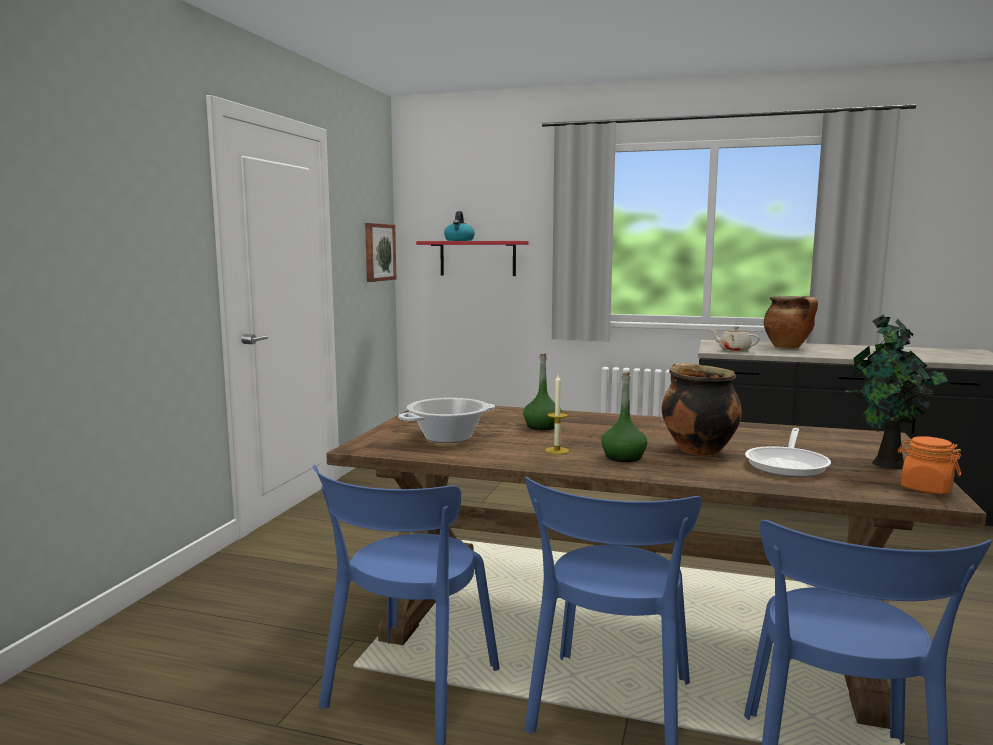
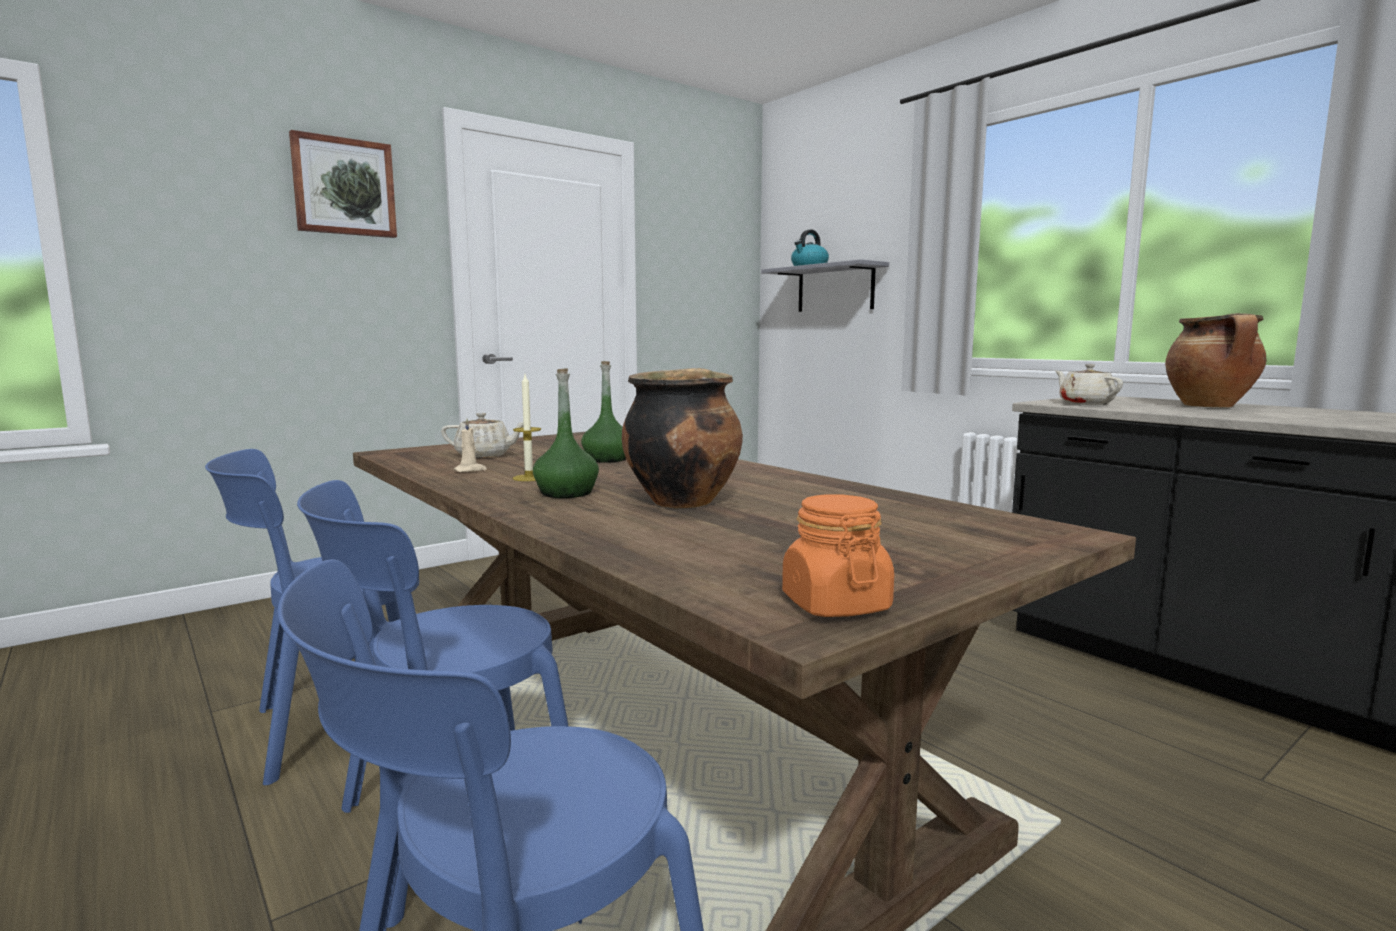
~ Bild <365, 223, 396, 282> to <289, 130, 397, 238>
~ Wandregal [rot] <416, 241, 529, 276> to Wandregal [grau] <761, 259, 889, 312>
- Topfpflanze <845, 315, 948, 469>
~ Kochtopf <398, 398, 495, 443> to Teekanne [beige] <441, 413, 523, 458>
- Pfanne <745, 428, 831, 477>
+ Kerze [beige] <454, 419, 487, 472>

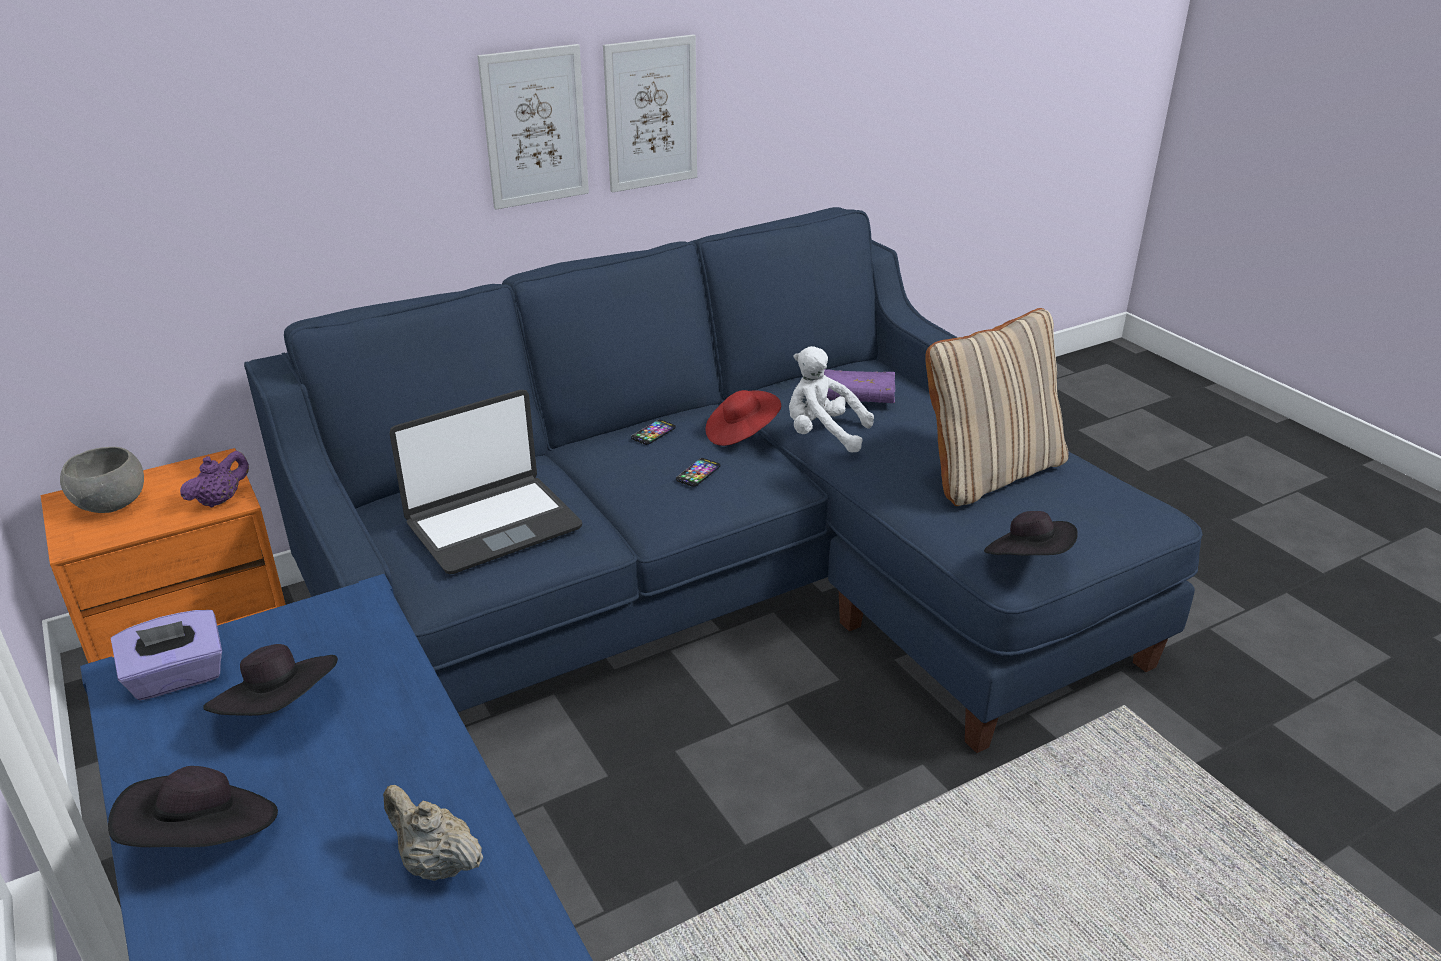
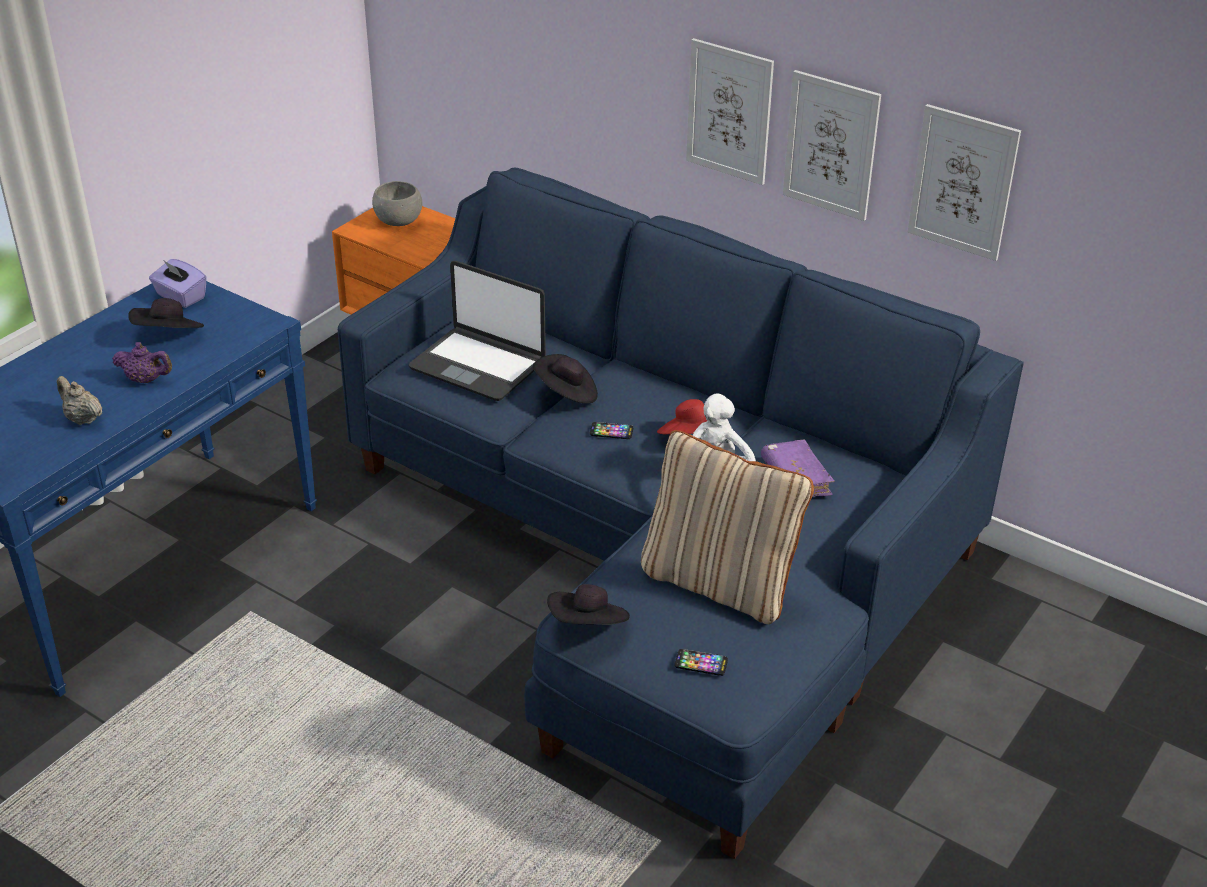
~ Handy <631, 420, 676, 445> to <675, 649, 728, 676>
~ Teekanne [lila] <180, 451, 249, 508> to <112, 342, 172, 383>
~ Hut [schwarz] <108, 766, 278, 847> to <533, 354, 598, 404>
~ Teekanne [beige] <383, 785, 483, 881> = <57, 376, 102, 425> 60 degrees counterclockwise
+ Bild <908, 104, 1021, 261>

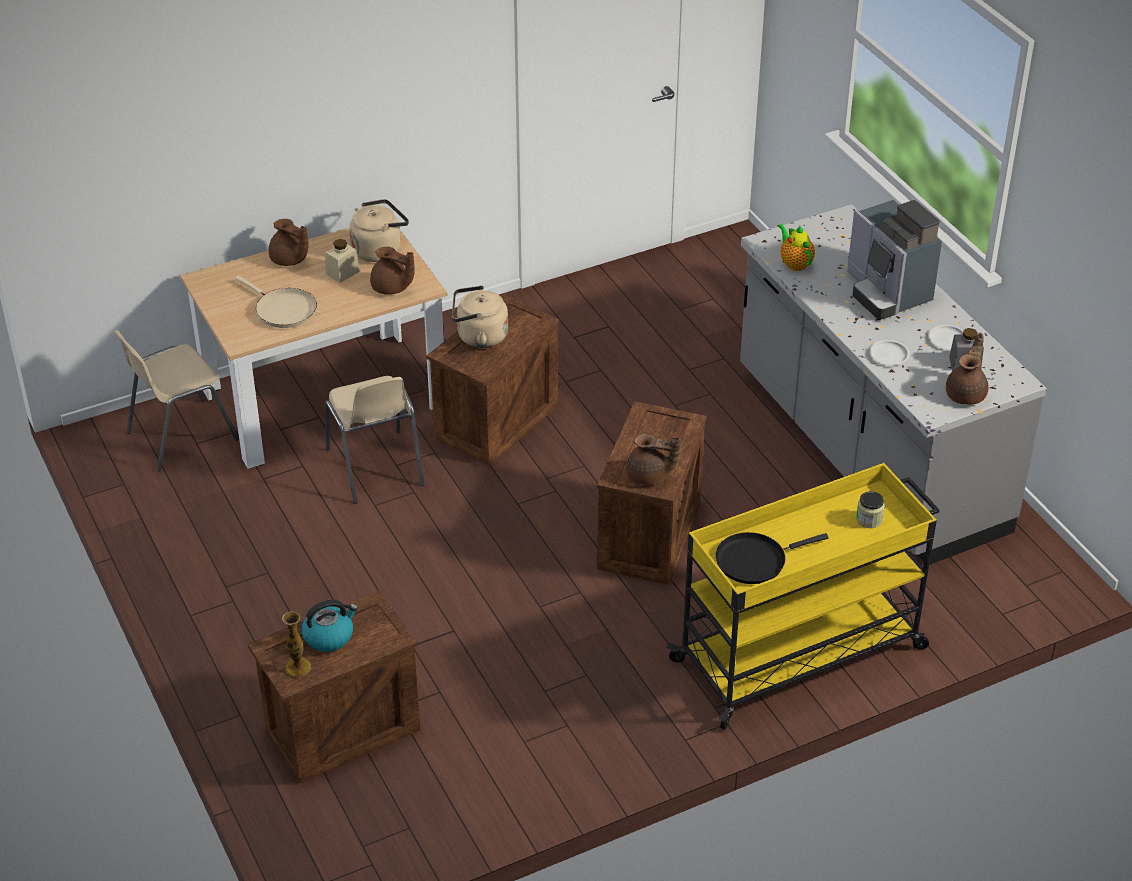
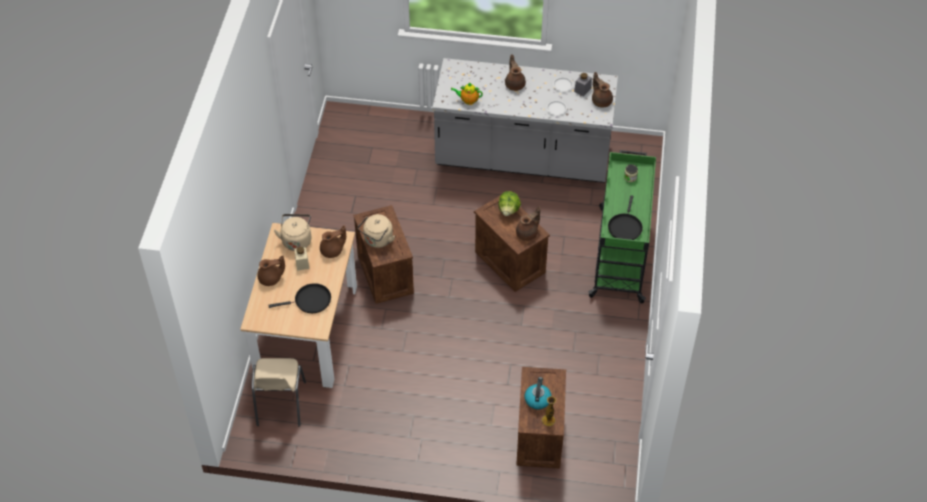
~ Kaffeemaschine <847, 200, 942, 319> to Teekanne [braun] <505, 54, 526, 91>
~ Pfanne [beige] <235, 275, 317, 328> to Pfanne [schwarz] <268, 283, 331, 313>
- Stuhl [beige] <325, 376, 424, 504>
~ Rollwagen [gelb] <667, 463, 940, 730> to Rollwagen [grün] <588, 150, 656, 304>
+ Salatkopf <498, 191, 521, 216>

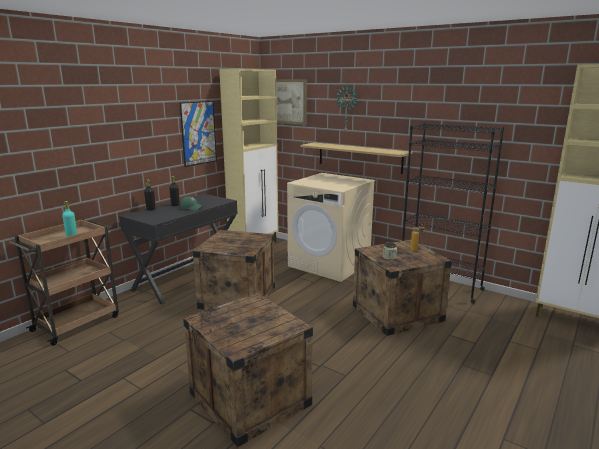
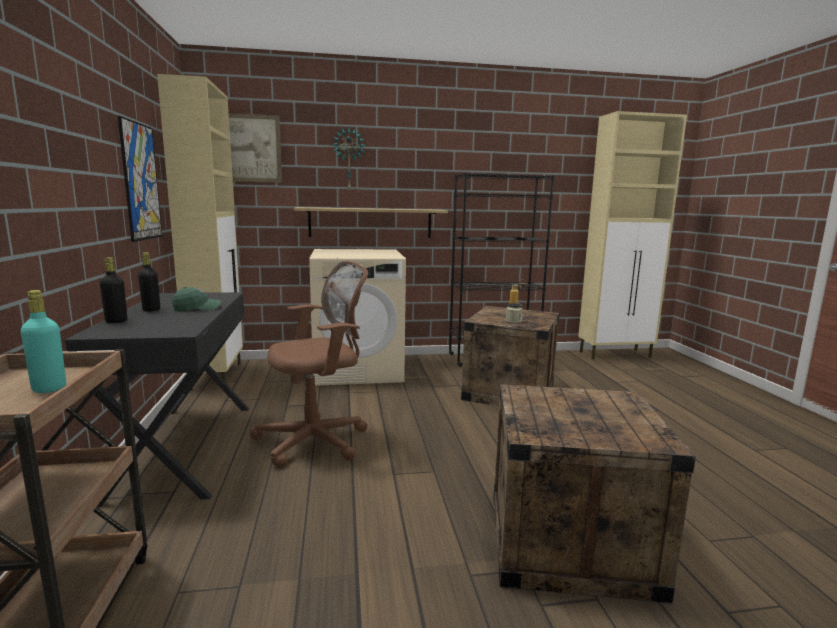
~ Kiste <193, 230, 275, 310> to Bürostuhl [braun] <250, 261, 368, 468>

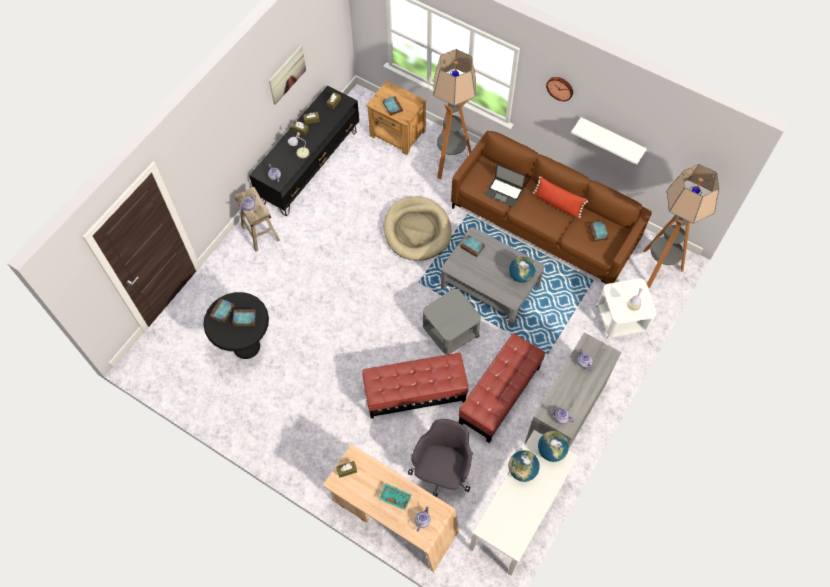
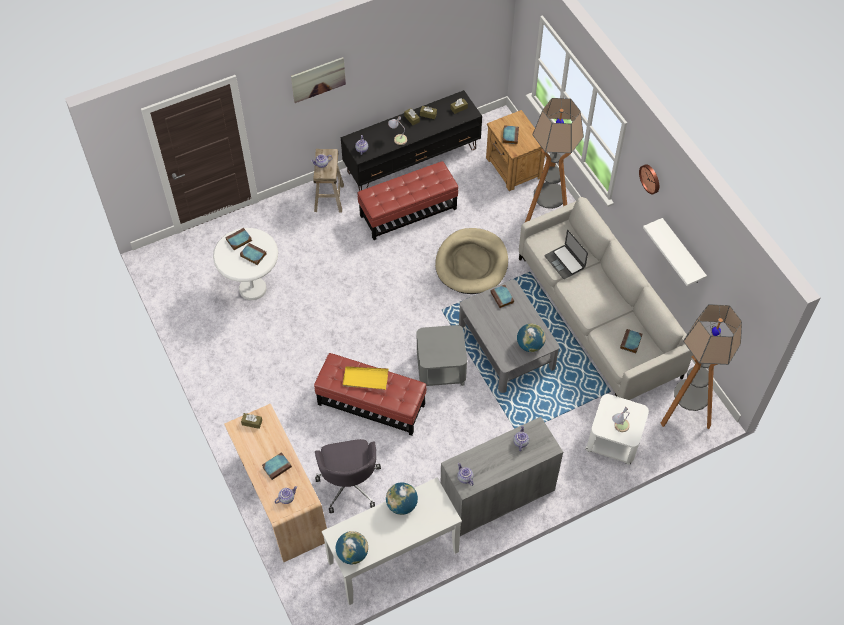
~ Bild <269, 46, 306, 105> to <291, 57, 346, 103>
~ Sofa [braun] <451, 131, 652, 284> to Sofa [grau] <519, 197, 693, 400>
- Kissen [rot] <533, 177, 588, 218>
~ Beistelltisch [schwarz] <203, 292, 269, 359> to Beistelltisch [weiß] <213, 228, 278, 300>
~ Polsterhocker [rot] <459, 333, 545, 443> to <357, 161, 458, 240>
~ Bürostuhl [grau] <408, 419, 473, 497> = <315, 439, 381, 513> 120 degrees clockwise
~ Globus <538, 431, 569, 462> to <336, 531, 368, 564>
~ Tablett [türkis] <379, 483, 411, 510> to Buch <262, 452, 292, 480>
+ Tablett [gelb] <343, 366, 389, 390>

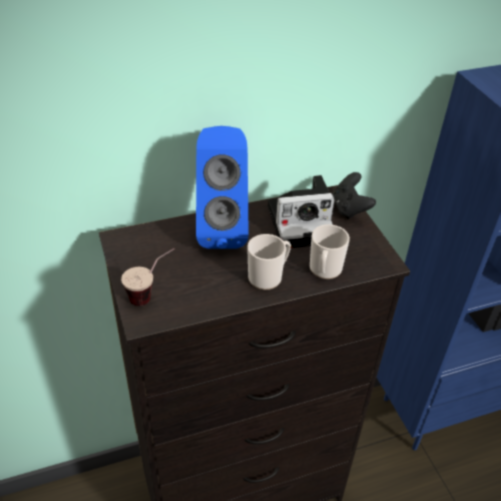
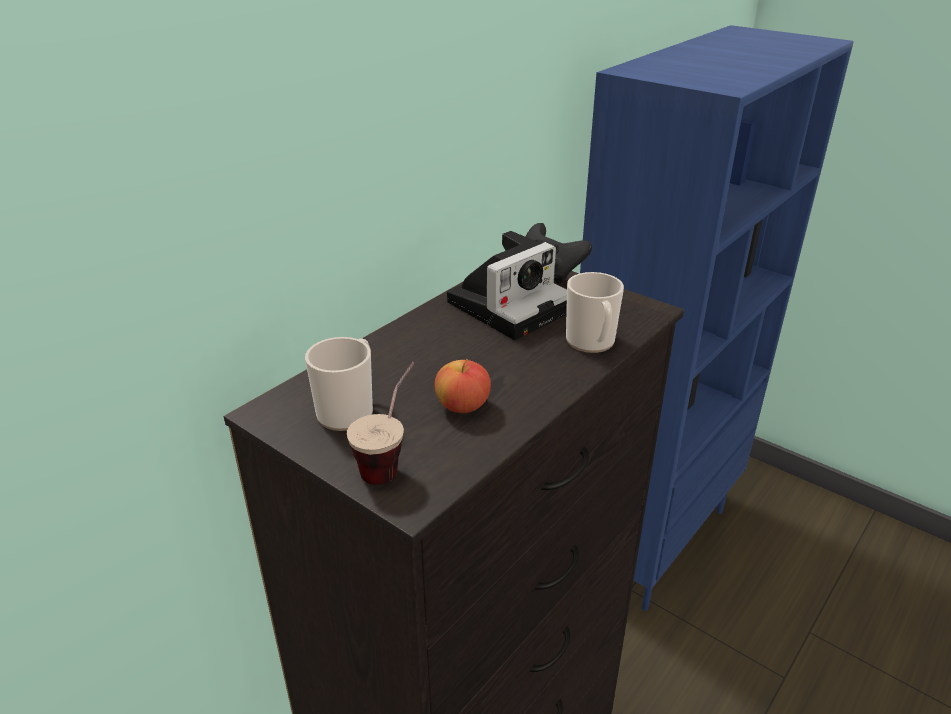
- Lautsprecher [blau] <196, 126, 249, 249>
~ Henkelbecher <247, 234, 291, 290> to <305, 337, 373, 431>
+ Apfel <434, 359, 491, 413>

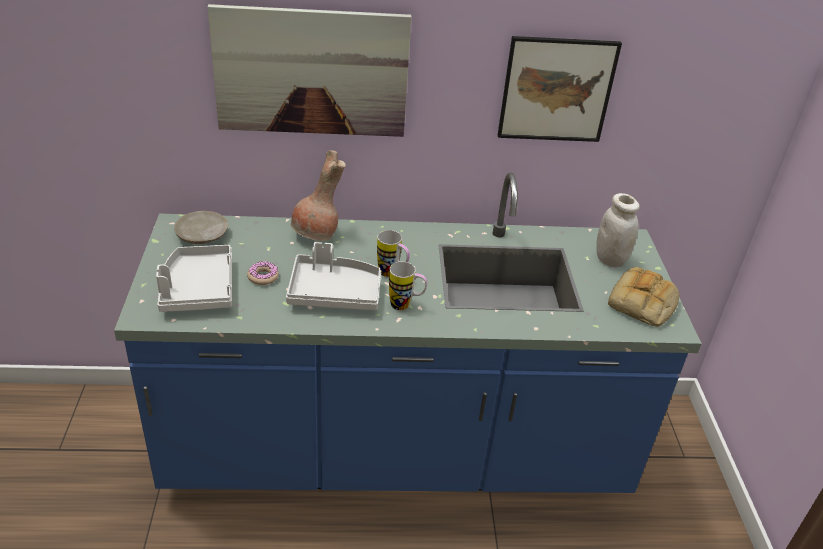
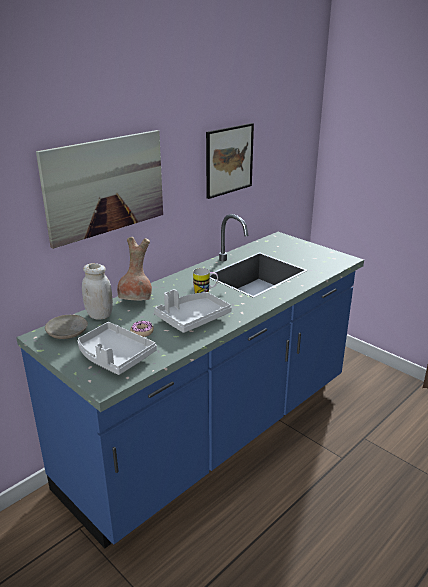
~ Vorratsglas [weiß] <596, 193, 640, 267> to <82, 263, 113, 320>
- Henkelbecher <389, 262, 427, 310>
- Brot <608, 267, 679, 327>

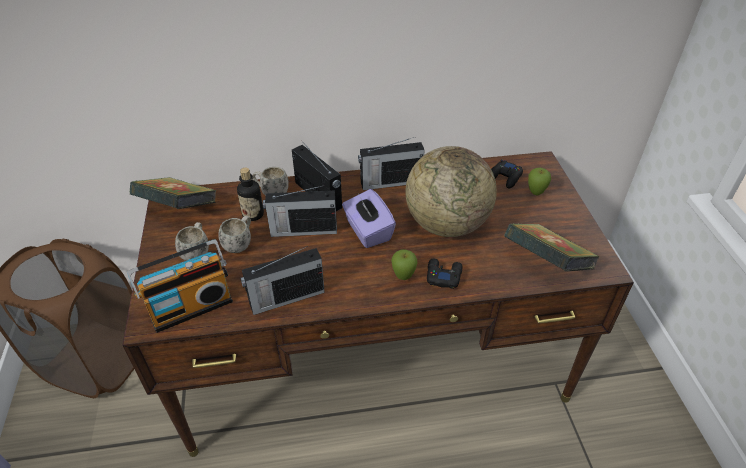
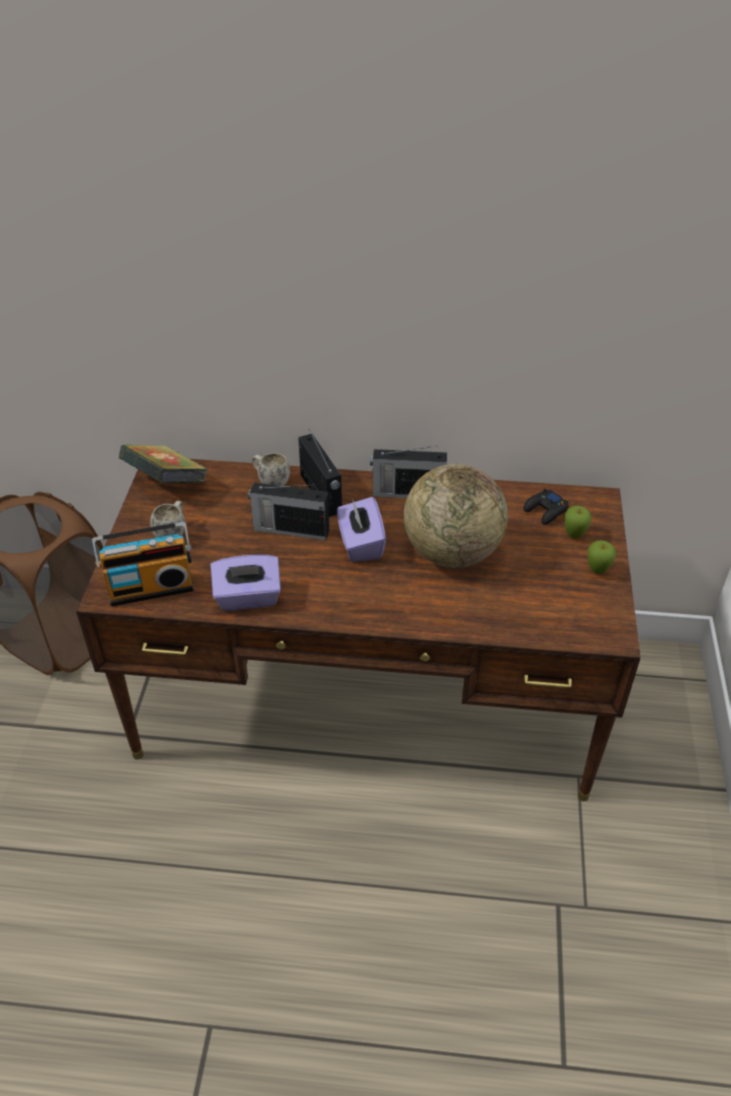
- Flasche <237, 168, 264, 221>
- Henkelbecher [weiß] <218, 216, 251, 253>
- Buch <504, 223, 600, 271>
~ Radio <240, 246, 325, 315> to Taschentuchbox [lila] <211, 555, 281, 611>
~ Apfel <391, 250, 418, 280> to <588, 540, 616, 574>
- Gamepad [schwarz] <427, 259, 462, 289>

